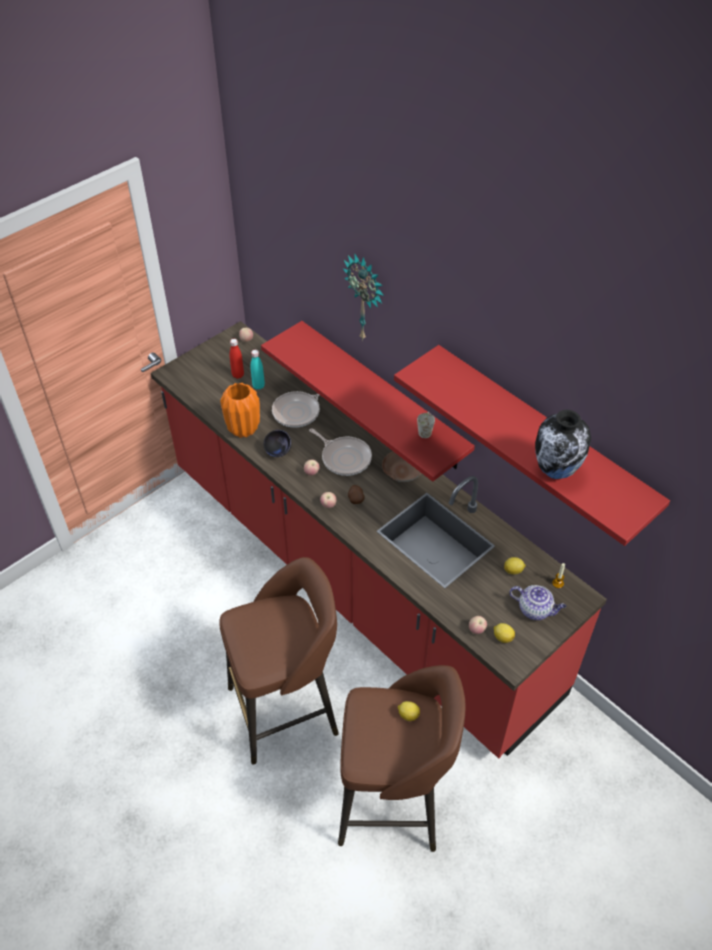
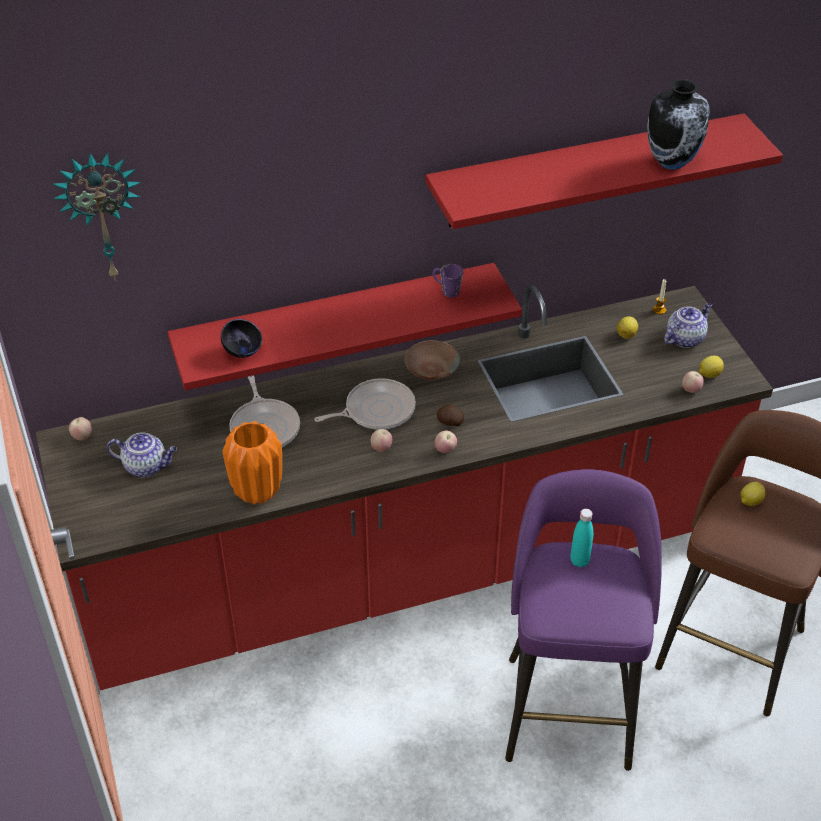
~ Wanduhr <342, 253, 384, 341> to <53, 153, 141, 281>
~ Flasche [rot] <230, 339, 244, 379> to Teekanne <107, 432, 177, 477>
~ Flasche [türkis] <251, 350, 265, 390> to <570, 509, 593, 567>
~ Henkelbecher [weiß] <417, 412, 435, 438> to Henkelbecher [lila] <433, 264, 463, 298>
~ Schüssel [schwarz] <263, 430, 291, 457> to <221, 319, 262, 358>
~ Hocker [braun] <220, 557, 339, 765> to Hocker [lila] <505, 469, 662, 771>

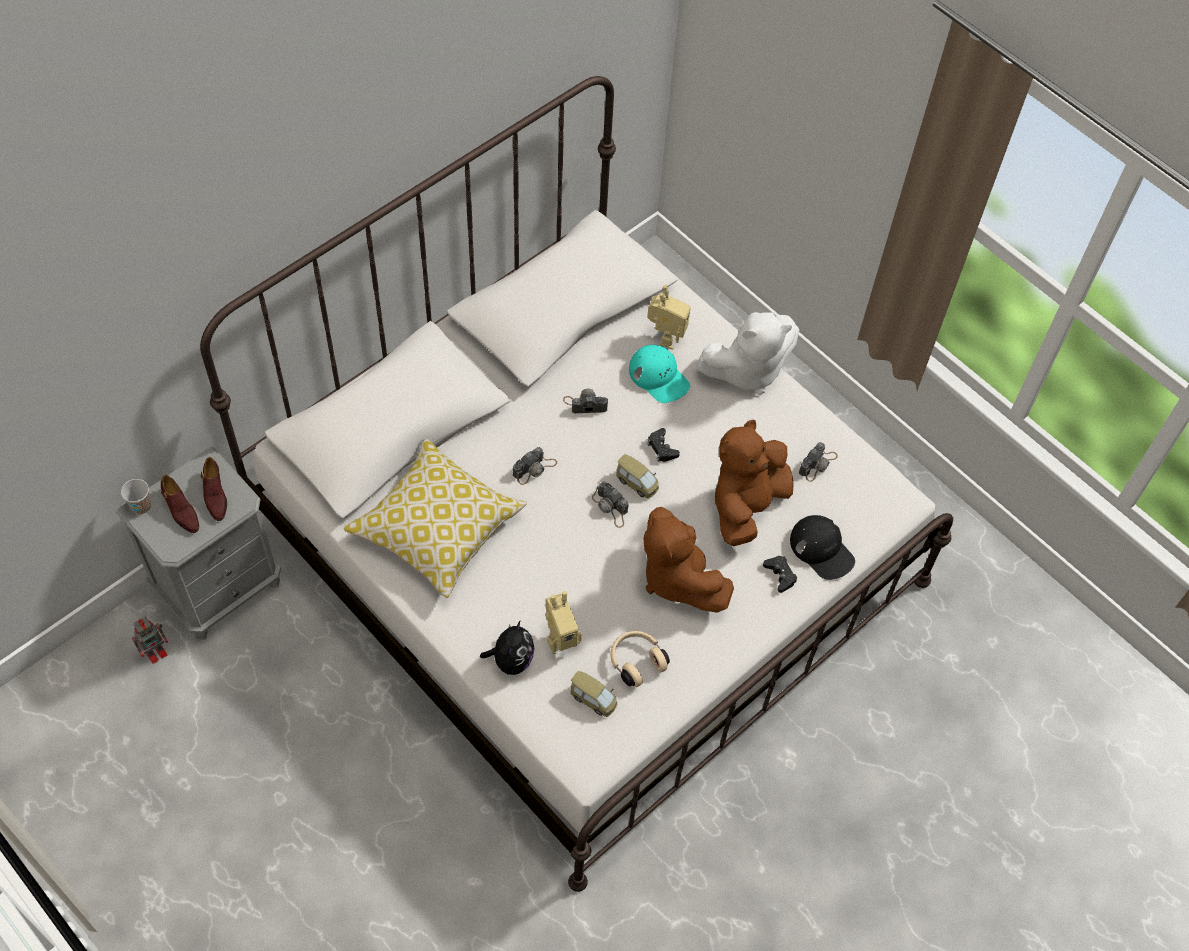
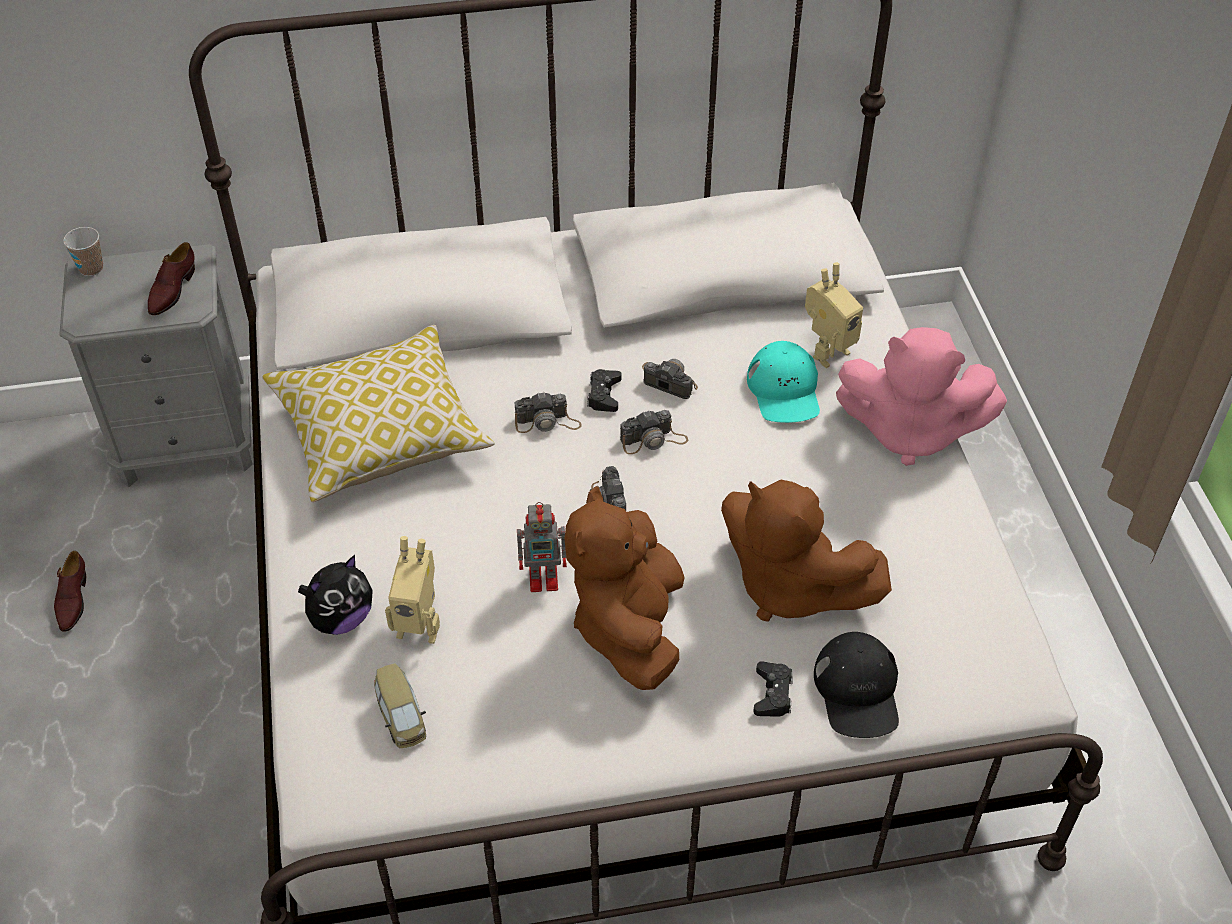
~ Plüschtier [weiß] <696, 312, 799, 395> to Plüschtier [rosa] <836, 327, 1007, 466>
~ Plüschtier [braun] <715, 419, 794, 547> = <721, 479, 892, 622> 120 degrees counterclockwise
~ Gamepad [schwarz] <647, 428, 680, 462> to <587, 369, 622, 412>
~ Kamera <799, 442, 838, 482> to <620, 410, 688, 454>
- Spielzeugauto <616, 454, 659, 498>
~ Schuh [braun] <161, 475, 199, 533> to <54, 551, 86, 632>
~ Spielzeugroboter <132, 616, 168, 664> to <517, 502, 567, 592>
- Kopfhörer [beige] <611, 631, 670, 687>

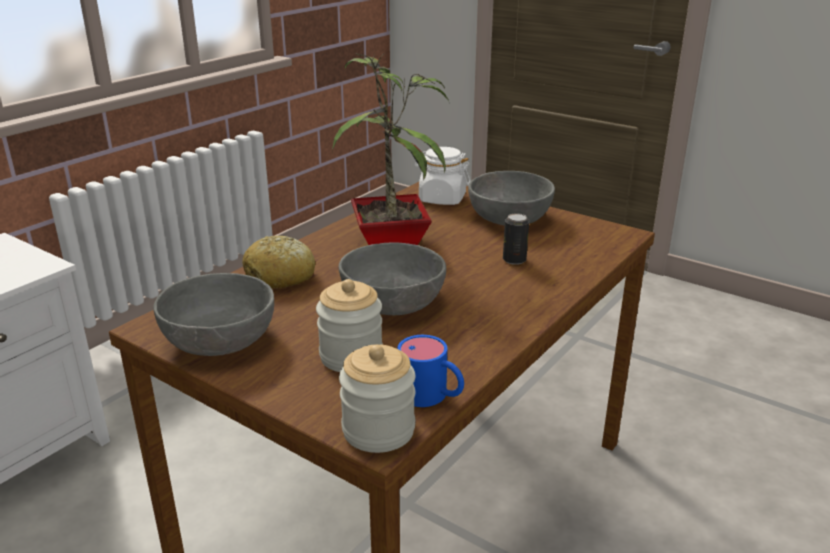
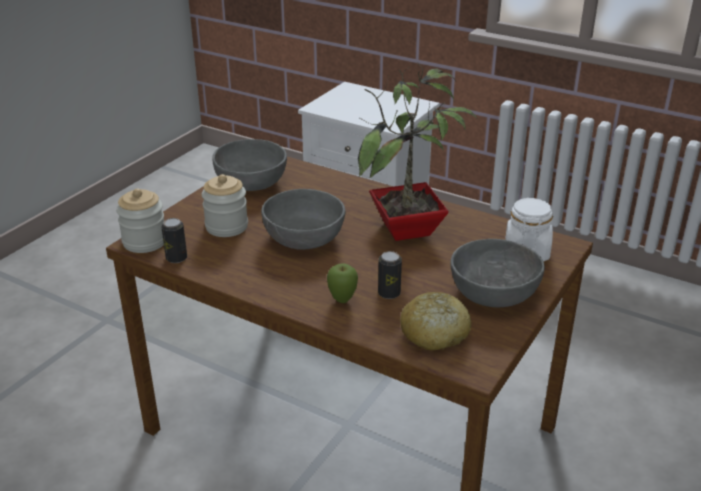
~ Brot <242, 236, 315, 288> to <400, 292, 471, 350>
~ Henkelbecher [blau] <397, 335, 464, 407> to Dose <161, 218, 187, 263>
+ Apfel <327, 263, 358, 303>

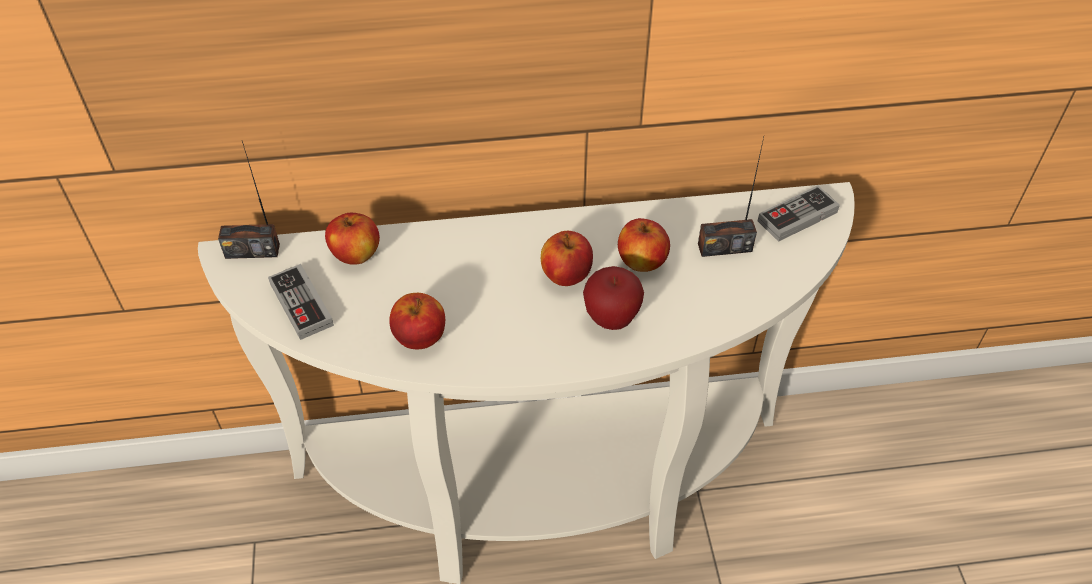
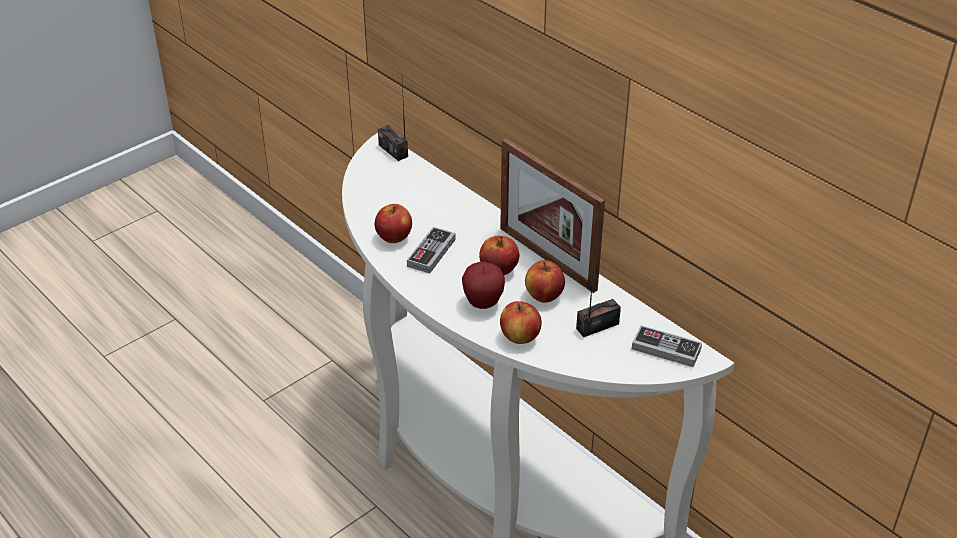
~ Radio <698, 137, 764, 257> = <576, 250, 621, 337> 105 degrees clockwise
~ Apfel <325, 213, 380, 265> to <500, 301, 542, 344>
~ Gamepad <268, 264, 334, 340> to <407, 227, 456, 273>
+ Bilderrahmen <500, 138, 605, 293>

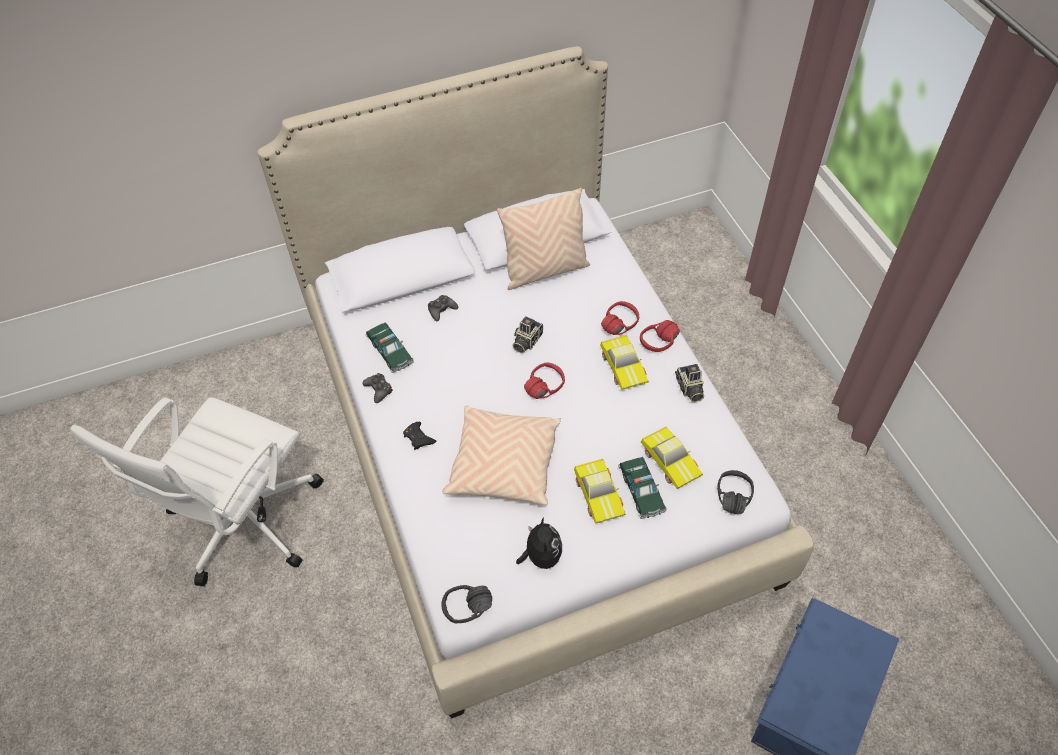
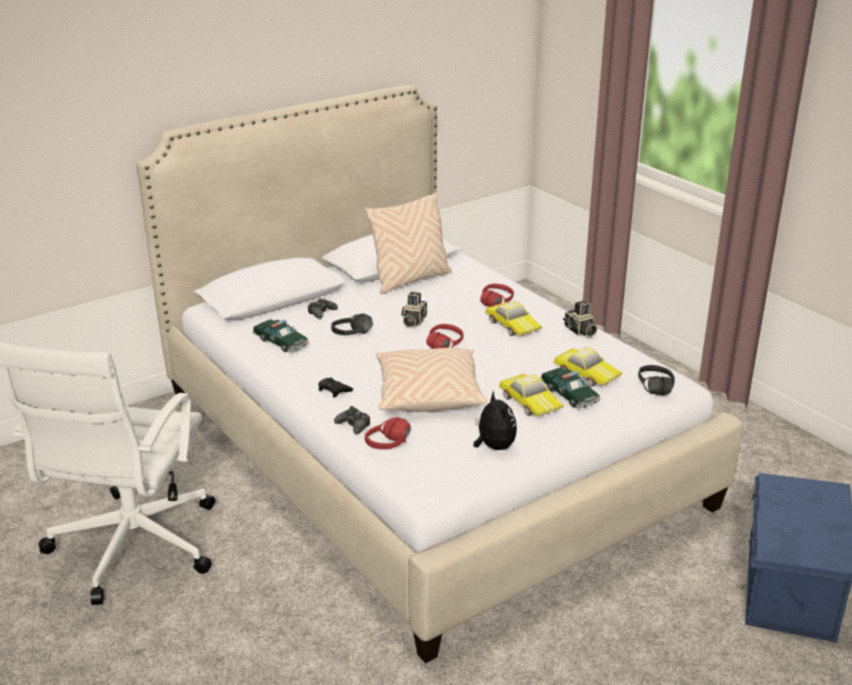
~ Kopfhörer [rot] <640, 320, 680, 352> to <365, 417, 411, 449>
~ Gamepad [schwarz] <362, 373, 393, 403> to <334, 406, 370, 435>
~ Kopfhörer [schwarz] <441, 585, 492, 623> to <331, 314, 373, 335>

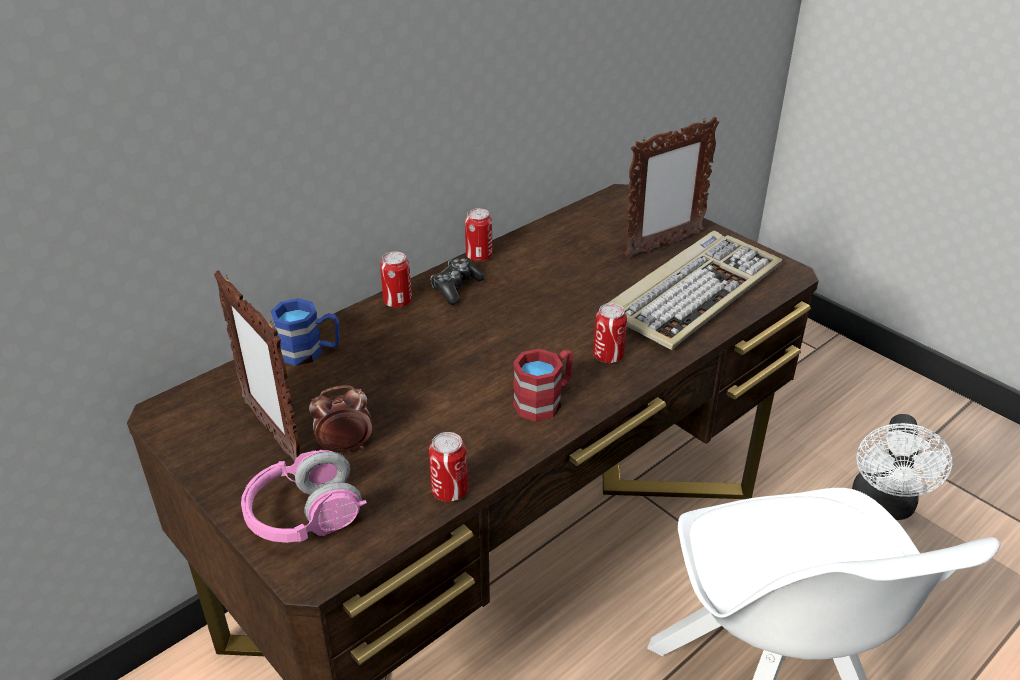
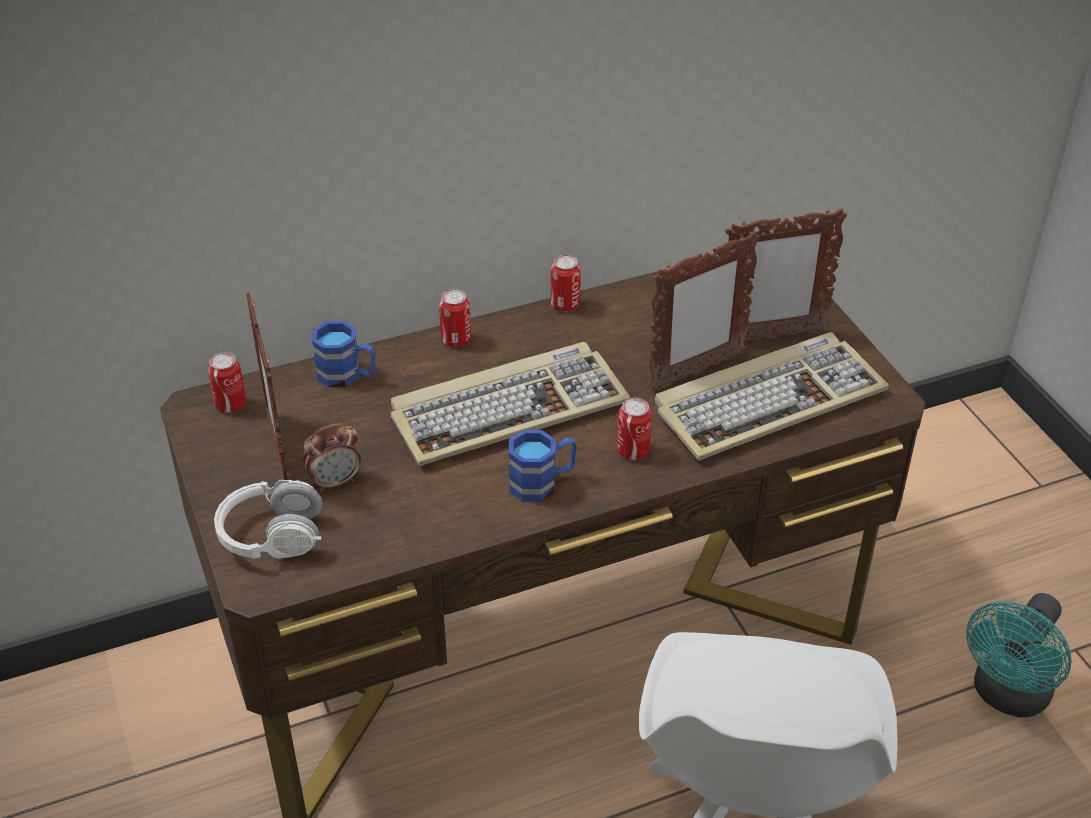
- Gamepad <430, 258, 485, 305>
~ Henkelbecher [rot] <513, 349, 573, 422> to Henkelbecher [blau] <508, 430, 577, 502>
~ Wecker <309, 385, 372, 452> = <303, 423, 361, 492> 150 degrees clockwise
~ Ventilator [weiß] <852, 414, 953, 520> to Ventilator [türkis] <966, 593, 1072, 717>
~ Dose <429, 432, 468, 502> to <208, 352, 246, 413>
~ Kopfhörer [rosa] <241, 450, 367, 543> to Kopfhörer [weiß] <214, 480, 323, 559>
+ Bilderrahmen <649, 231, 760, 391>
+ Tastatur <391, 342, 630, 466>

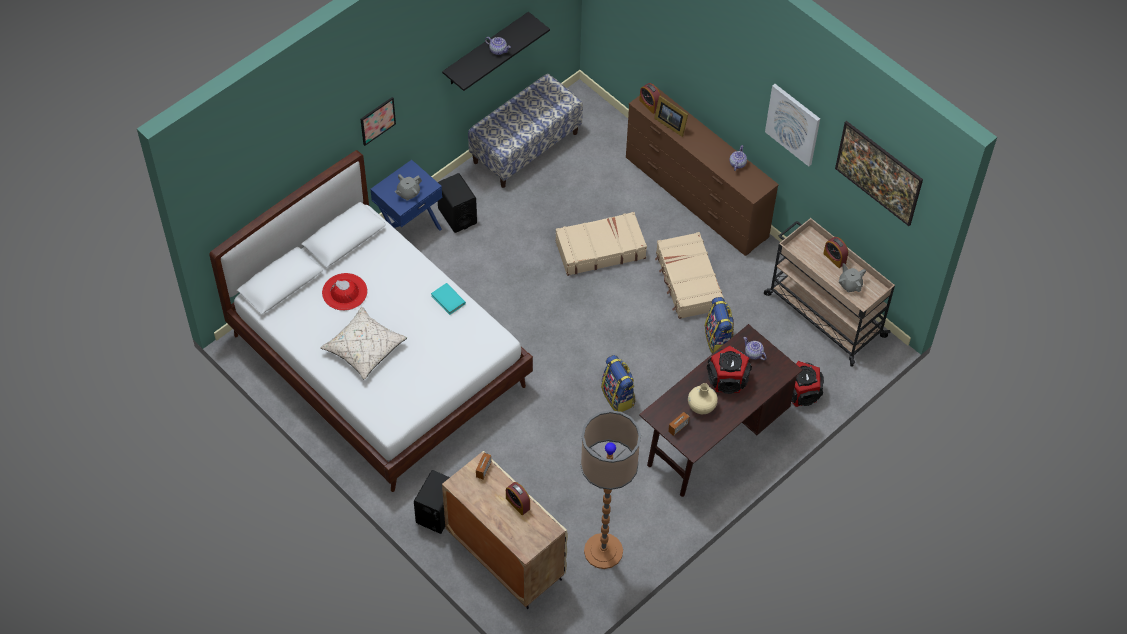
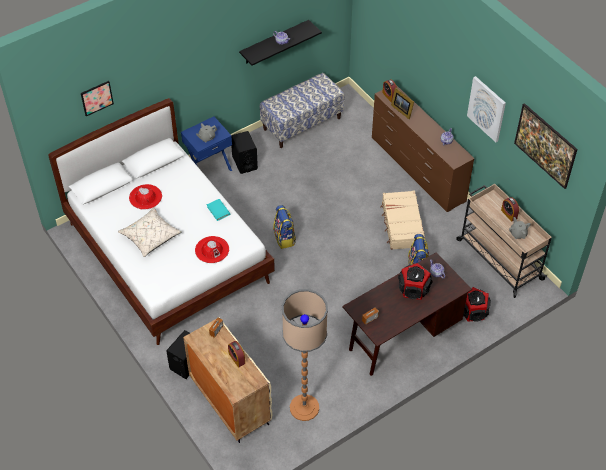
~ Bild <361, 97, 396, 146> to <81, 81, 114, 116>
- Koffer [beige] <555, 212, 647, 276>
~ Rucksack <601, 355, 635, 412> to <273, 205, 296, 249>
- Vase [beige] <688, 383, 718, 414>
+ Hut [rot] <195, 236, 229, 263>

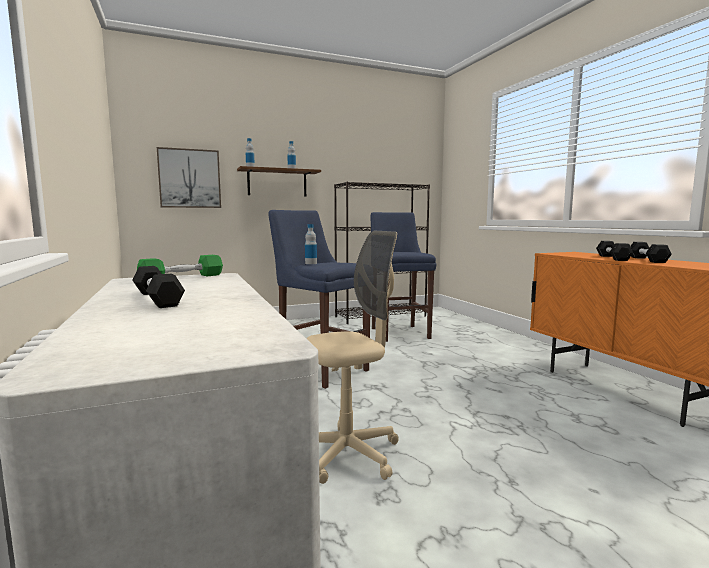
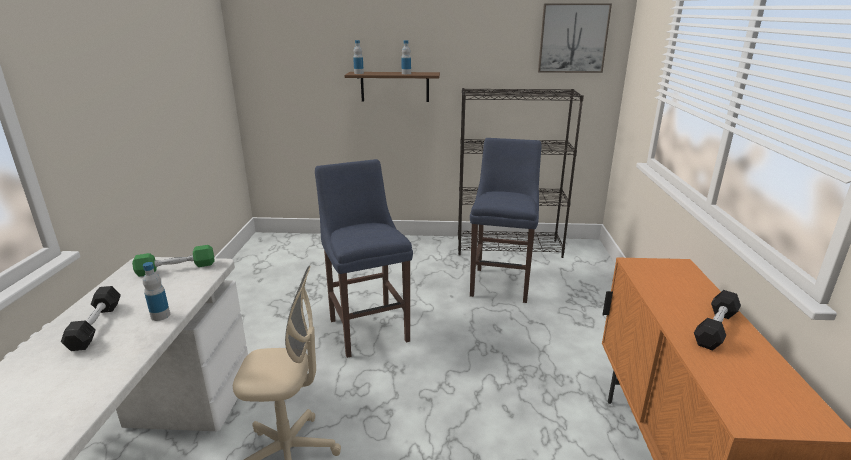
~ Bild <157, 147, 221, 208> to <538, 3, 612, 73>
~ Flasche <305, 224, 317, 264> to <143, 262, 170, 321>
- Hantel [schwarz] <596, 241, 633, 261>

